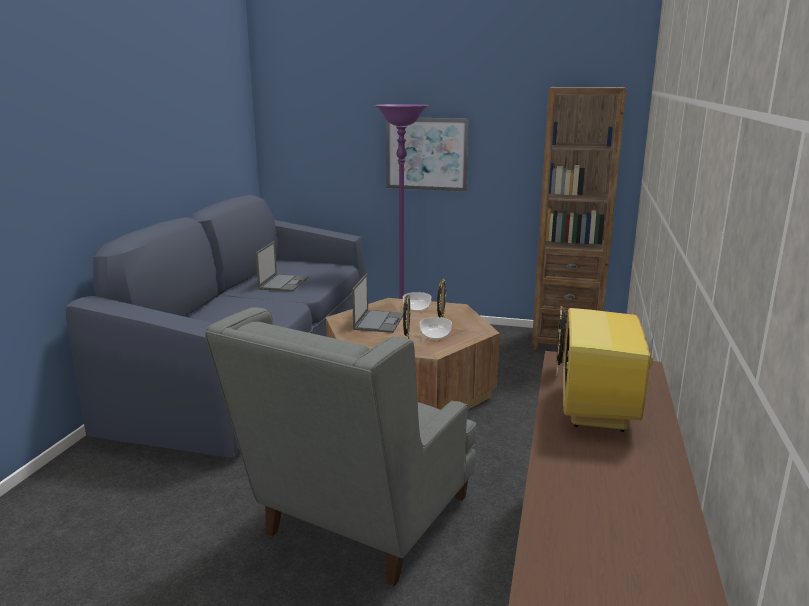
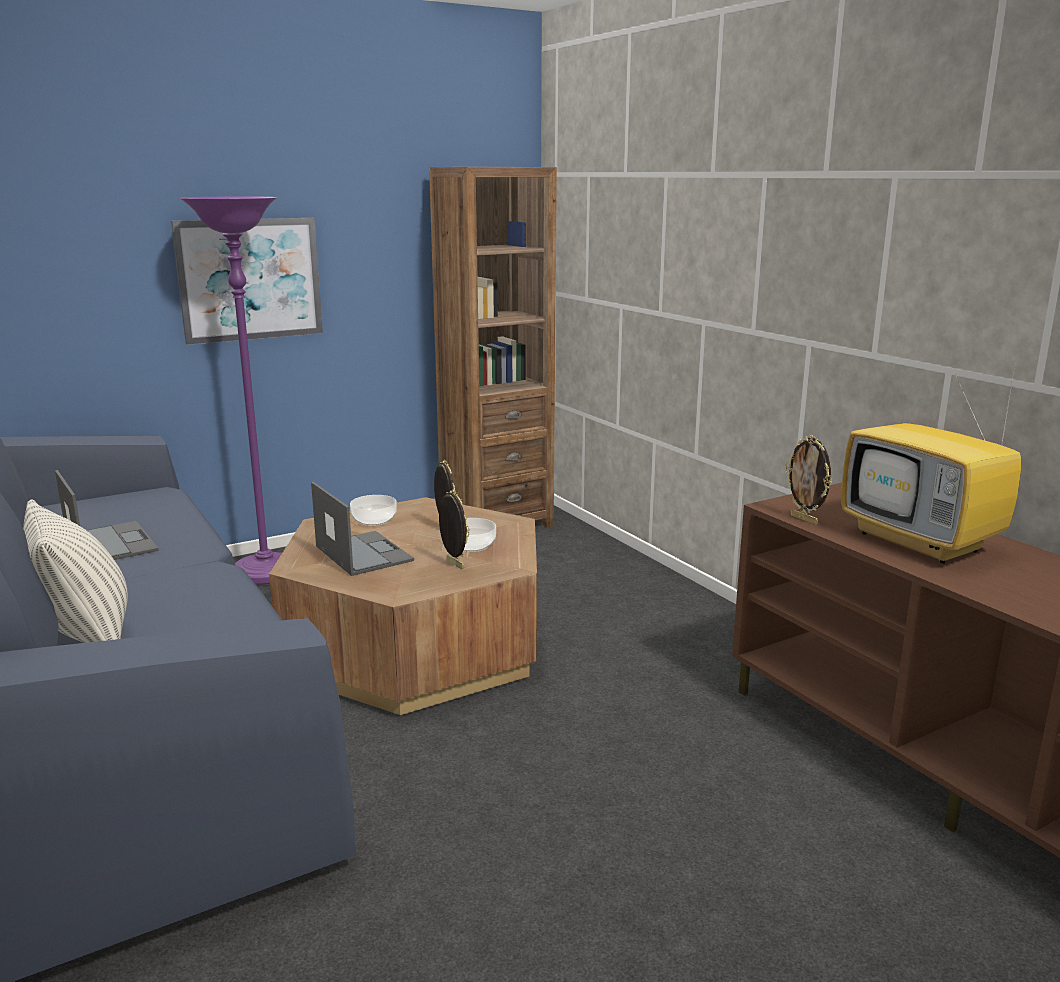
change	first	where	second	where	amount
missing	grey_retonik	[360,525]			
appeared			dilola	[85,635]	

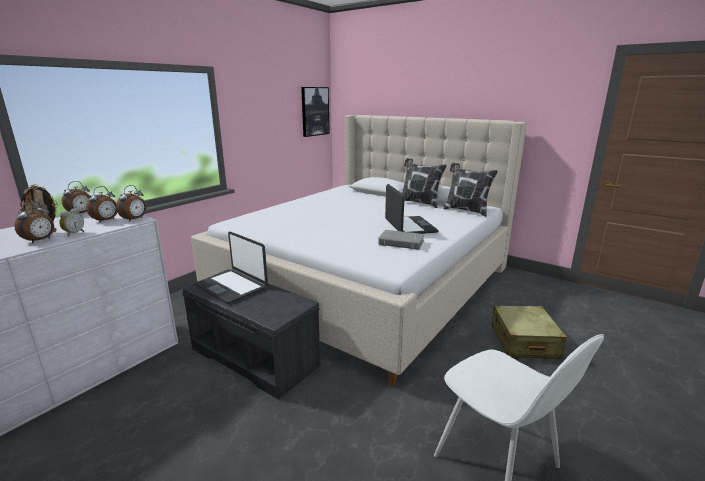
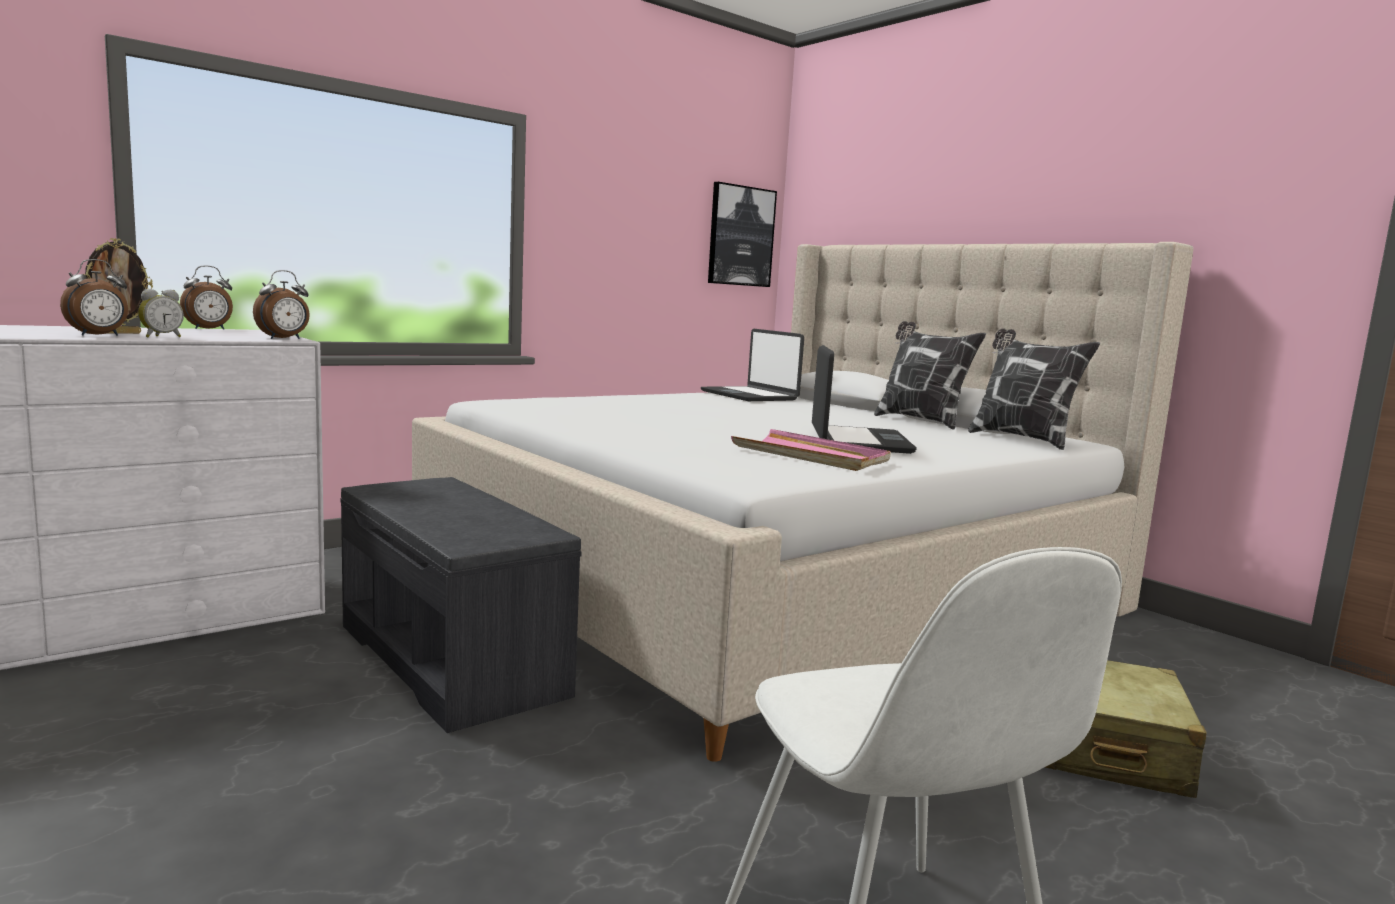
change	first	where	second	where	amount
missing	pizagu	[106,220]			
relocated	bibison	[232,286]		[750,395]	
exchanged	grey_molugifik	[401,243]	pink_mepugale	[810,456]	

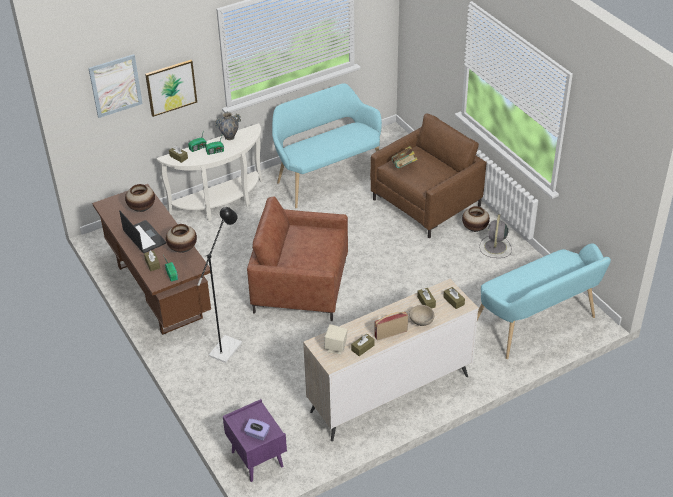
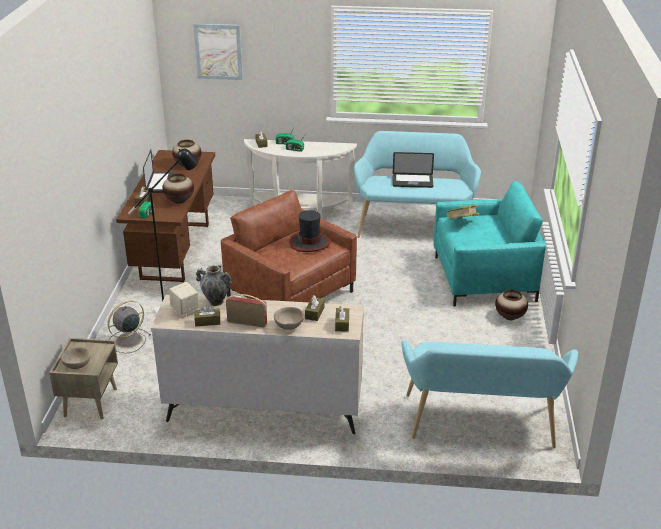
change	first	where	second	where	amount
missing	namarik	[171,87]			
relocated	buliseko	[229,137]		[216,302]	
colour	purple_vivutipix	[256,459]	beige_vivutipix	[90,402]	
exchanged	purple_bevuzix	[257,434]	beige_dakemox	[77,365]	
colour	brown_retonik	[426,203]	turquoise_retonik	[484,278]	
relocated	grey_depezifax	[495,247]		[128,340]	
appeared			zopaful	[310,242]	
appeared			bibison	[412,181]	

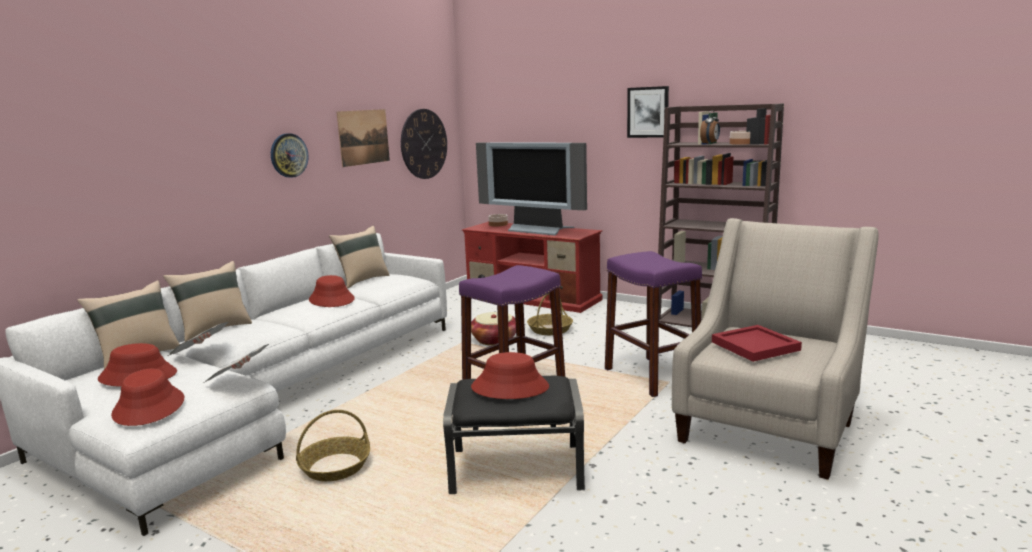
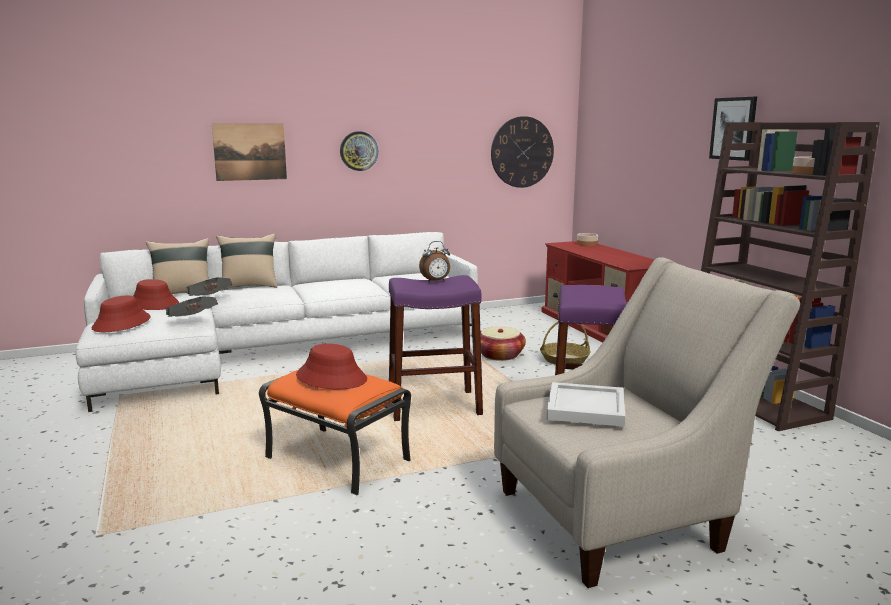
change	first	where	second	where	amount
missing	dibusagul	[335,467]			
missing	red_zopaful	[332,300]			
missing	beige_dilola	[362,280]			
relocated	namarik	[363,137]		[250,151]	
colour	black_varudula	[517,469]	orange_varudula	[339,459]	
missing	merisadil	[539,230]			
relocated	pizagu	[710,143]		[436,281]	
colour	red_mepugale	[753,346]	white_mepugale	[584,407]	

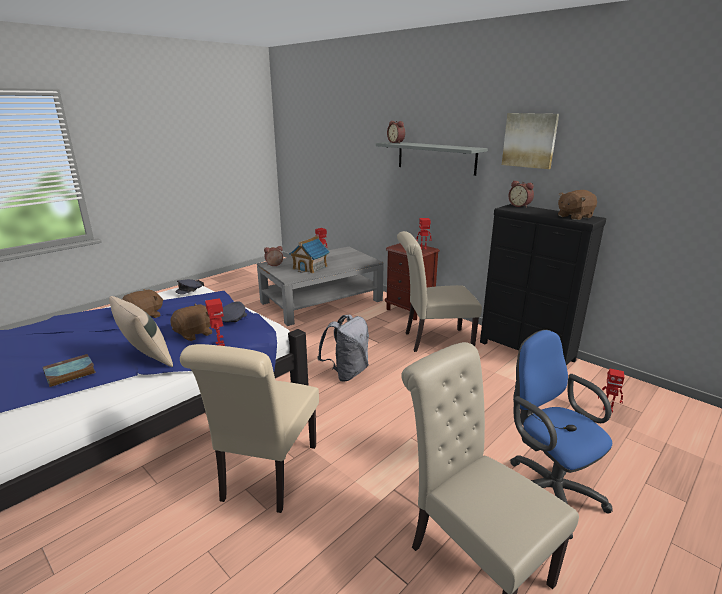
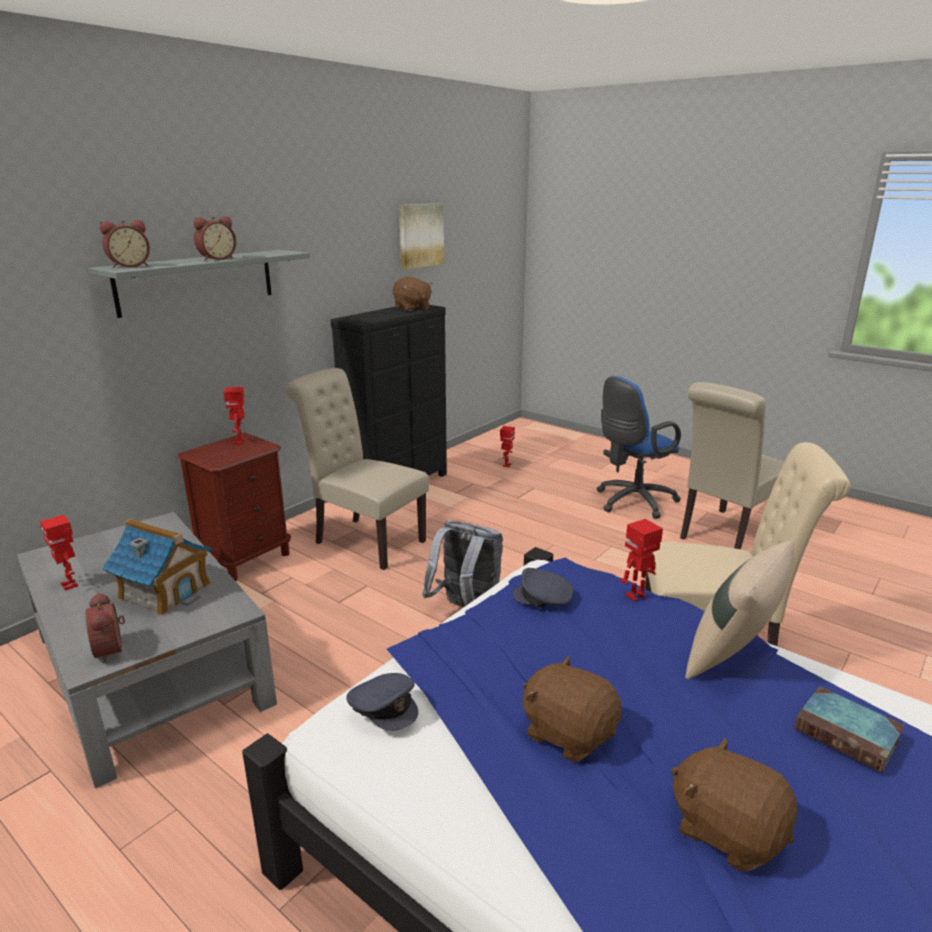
change	first	where	second	where	amount
relocated	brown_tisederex	[195,334]		[727,830]	
spun	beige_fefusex	[433,340]		[364,540]	135 degrees clockwise
relocated	namarik	[529,140]		[420,235]	
relocated	pizagu	[520,206]		[216,259]	

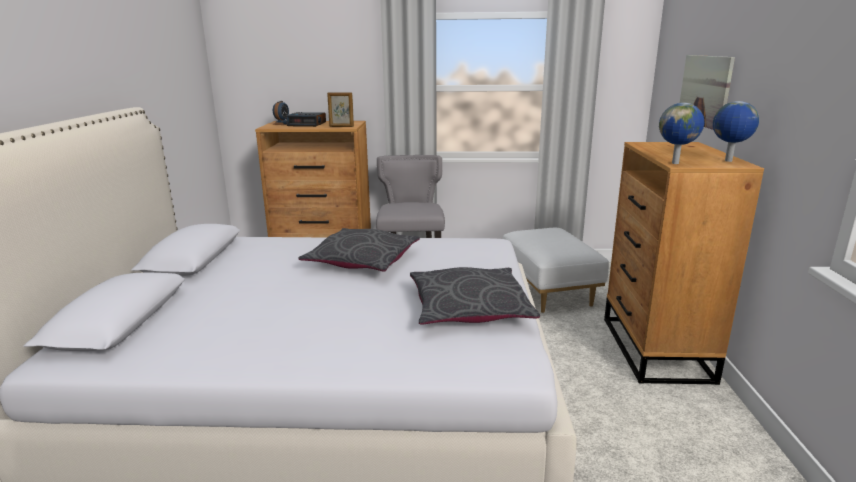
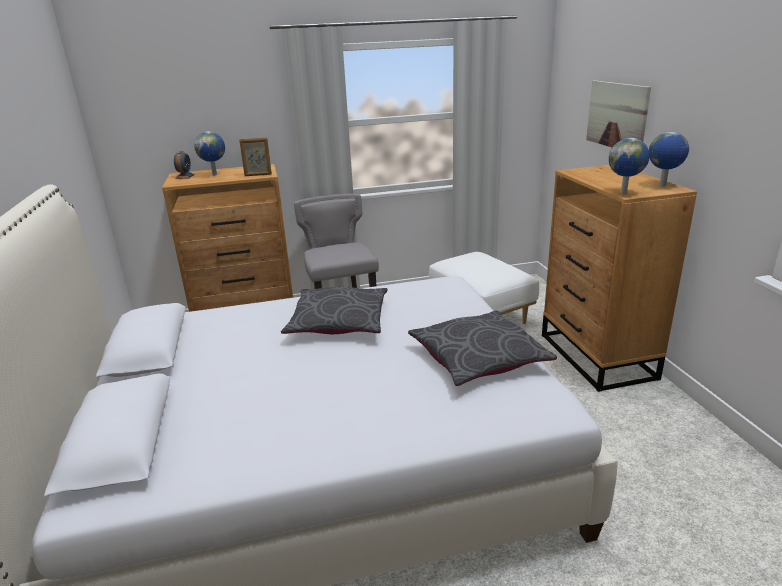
change	first	where	second	where	amount
exchanged	pizagu	[307,124]	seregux	[215,174]	

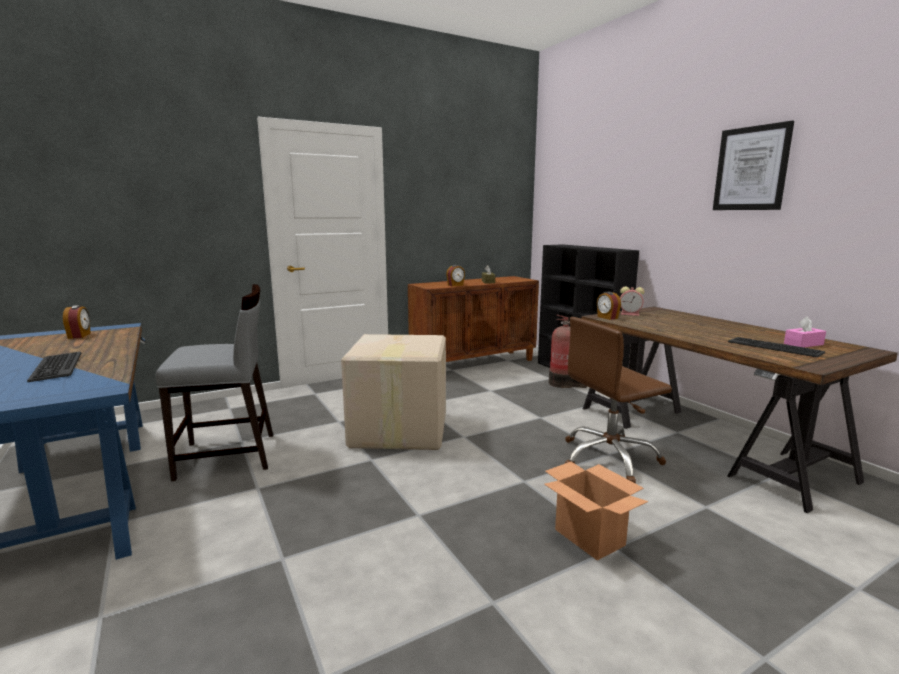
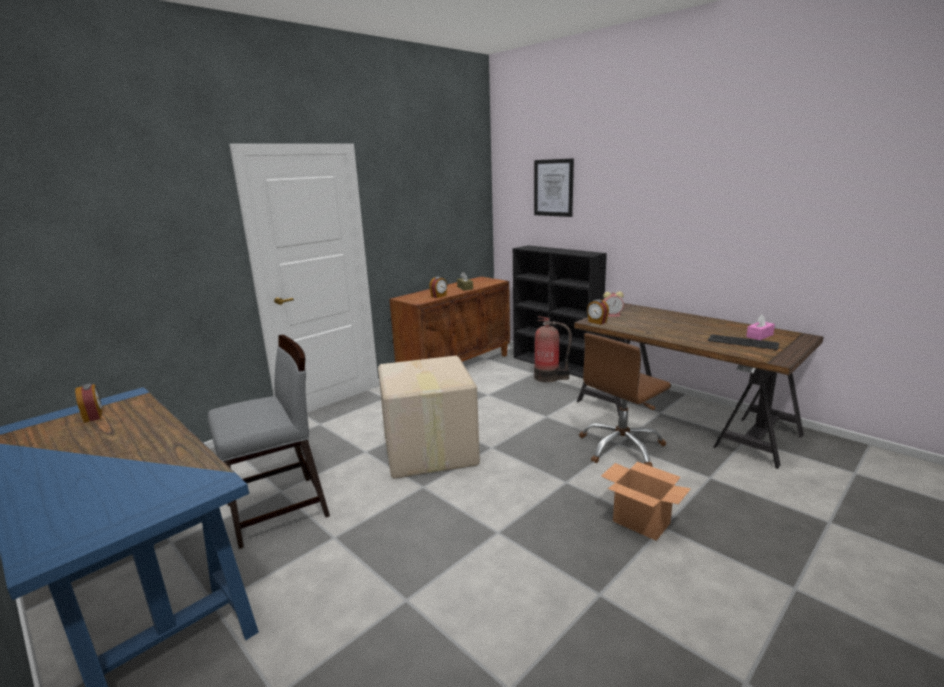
change	first	where	second	where	amount
missing	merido	[56,367]			
relocated	namarik	[751,168]		[553,188]	

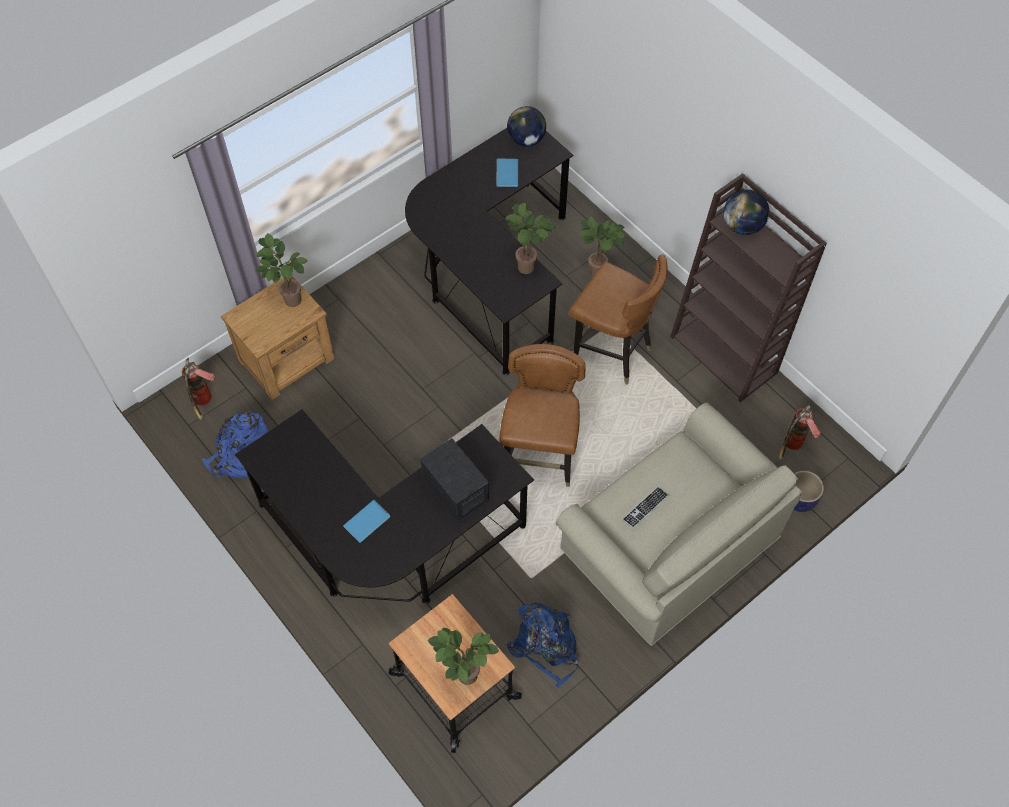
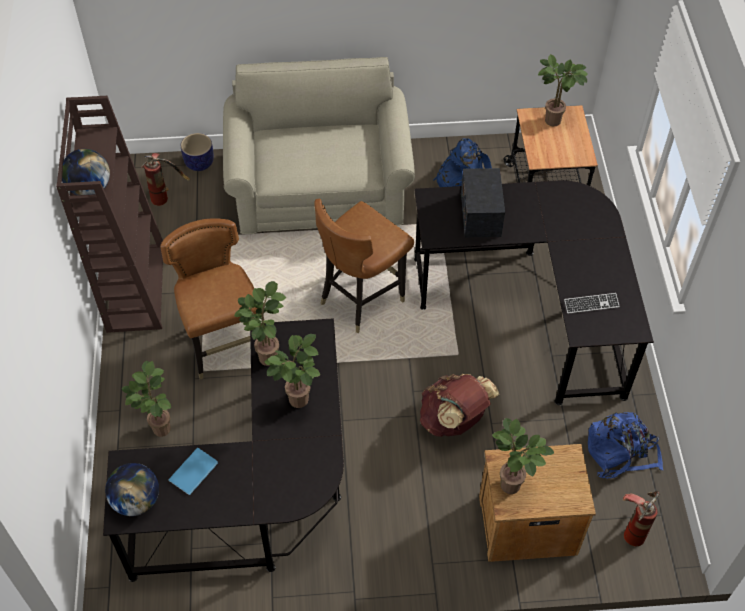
change	first	where	second	where	amount
missing	blue_molugifik	[368,521]			
relocated	merido	[645,508]		[591,304]	
appeared			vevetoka	[298,403]	
appeared			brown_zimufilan	[454,420]	

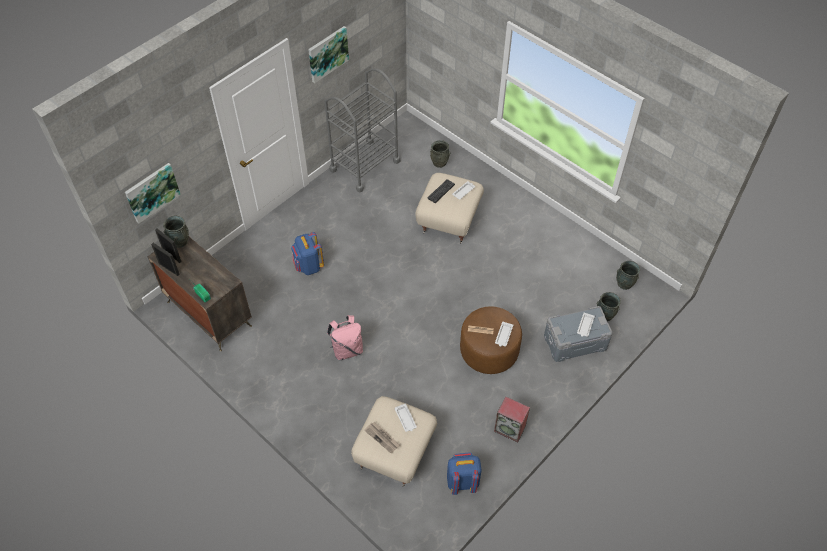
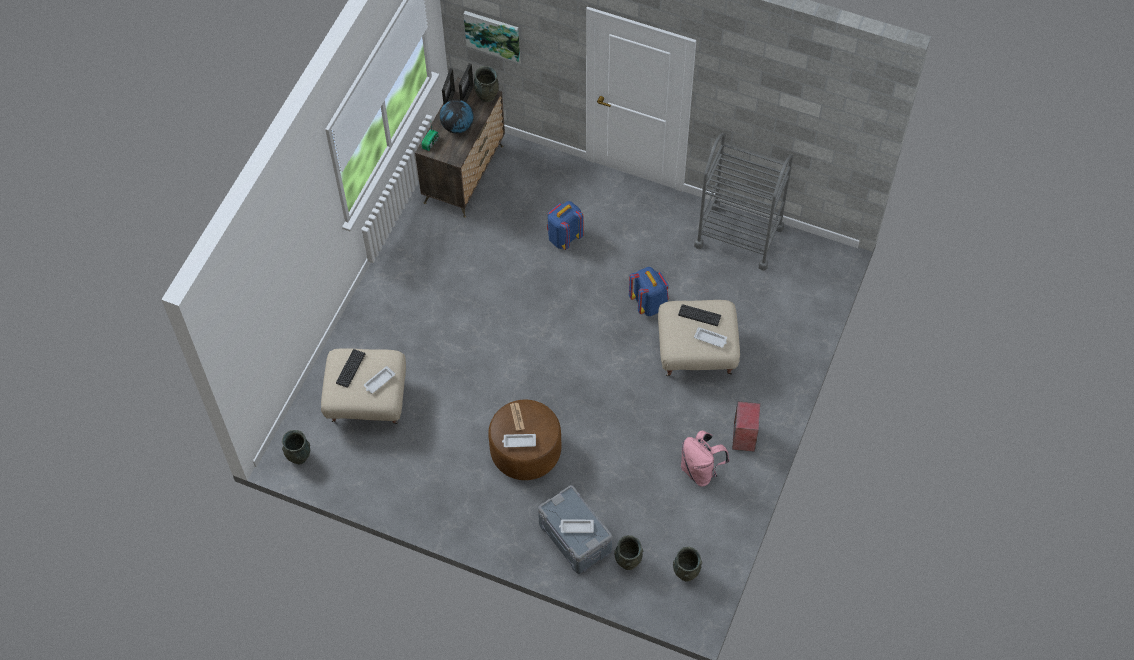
change	first	where	second	where	amount
missing	namarik	[327,53]			
relocated	pink_zimufilan	[347,349]		[700,470]	
exchanged	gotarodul	[382,438]	merido	[350,368]	
relocated	grey_buliseko	[439,163]		[299,456]	
relocated	blue_zimufilan	[462,482]		[648,303]	
relocated	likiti	[510,428]		[744,438]	
appeared			seregux	[457,127]	

